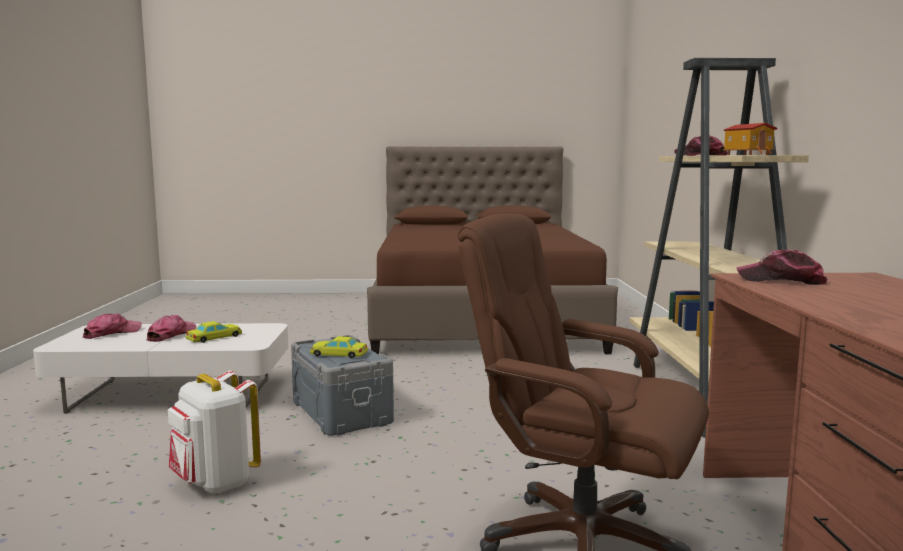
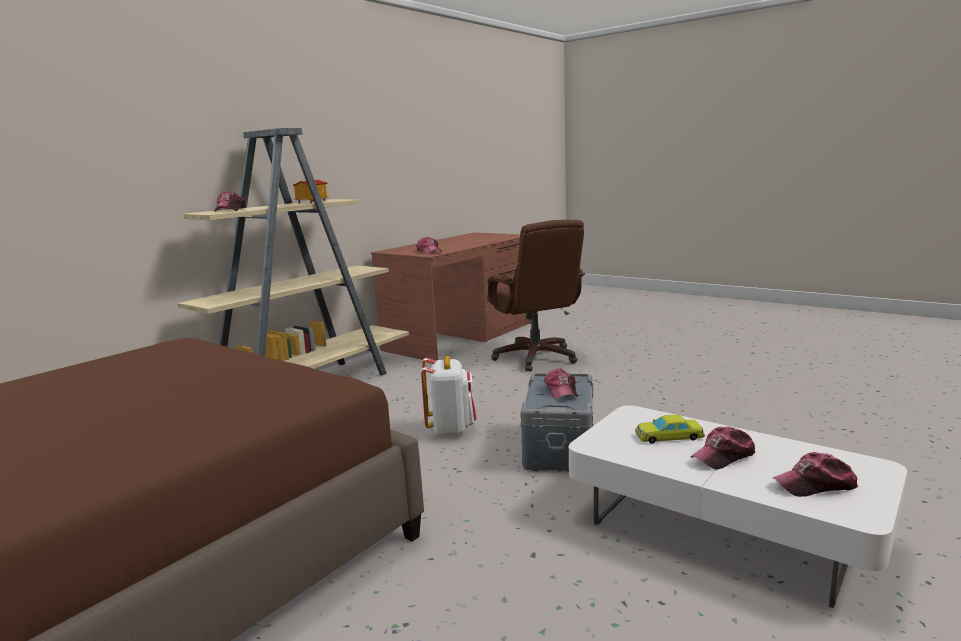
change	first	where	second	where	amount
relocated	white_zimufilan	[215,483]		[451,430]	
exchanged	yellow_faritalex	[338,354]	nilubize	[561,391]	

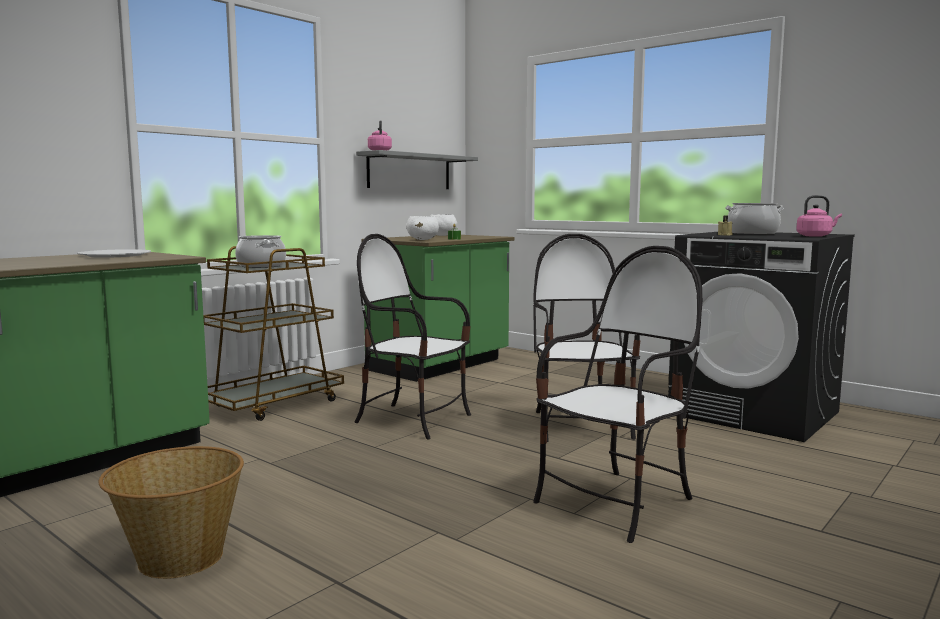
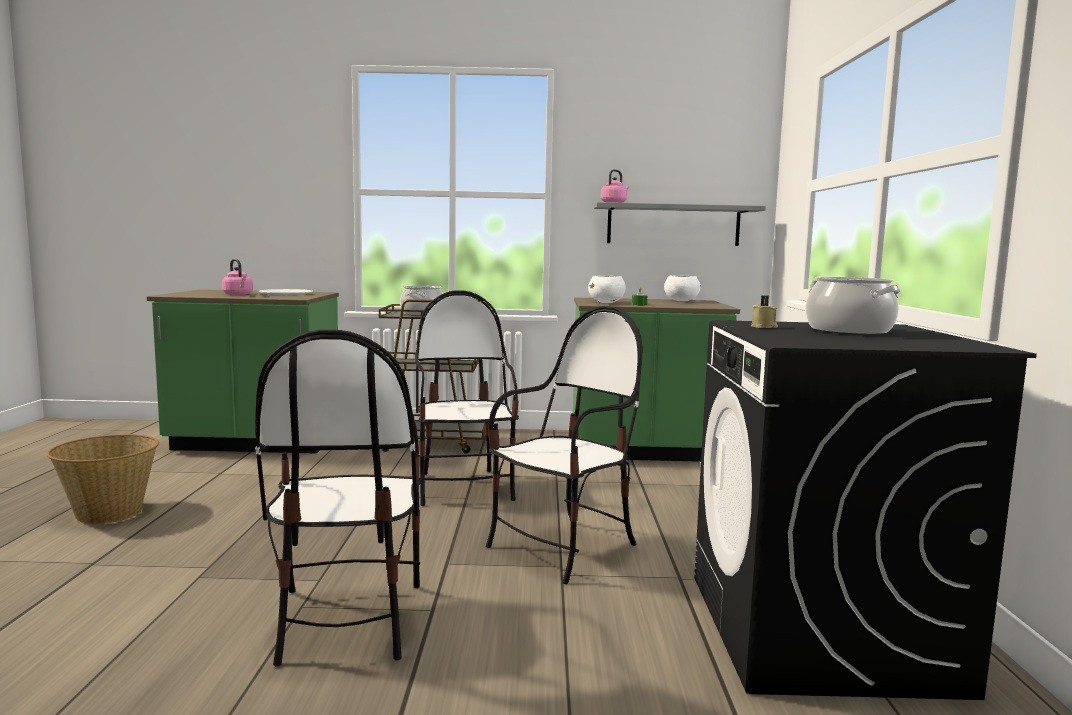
change	first	where	second	where	amount
spun	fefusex	[616,504]		[346,620]	75 degrees clockwise
relocated	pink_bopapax	[815,236]		[238,294]	

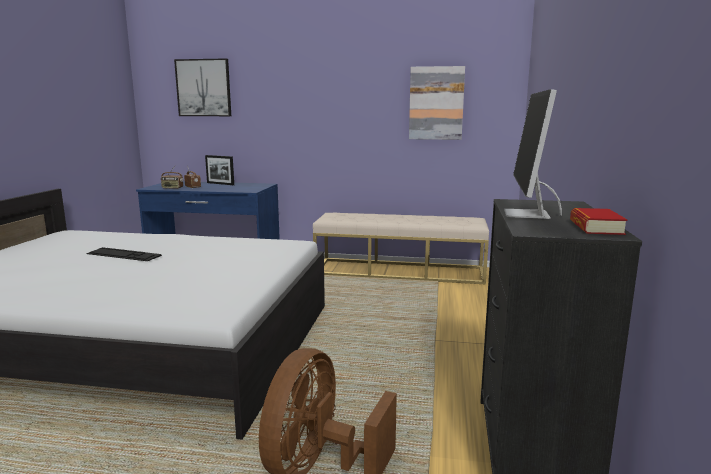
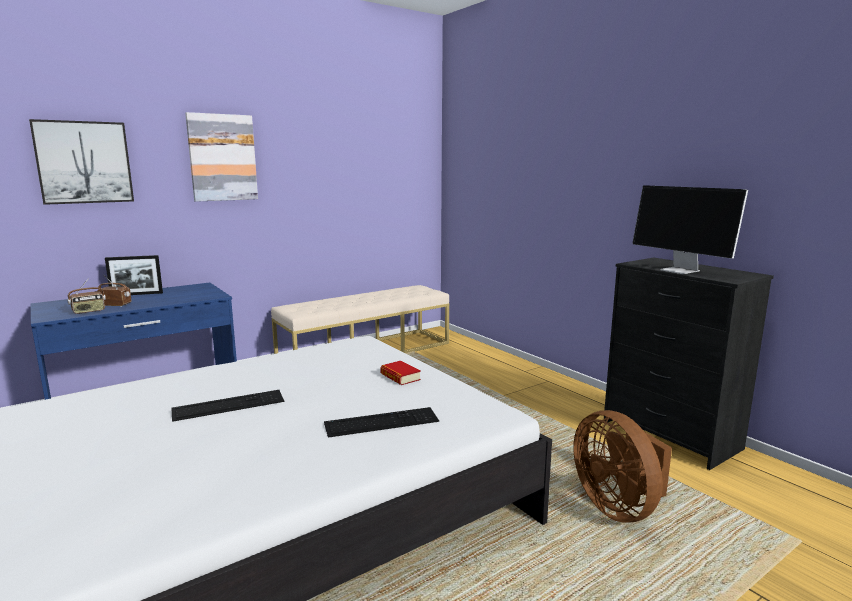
change	first	where	second	where	amount
relocated	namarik	[436,103]		[222,157]	
relocated	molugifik	[596,227]		[400,377]	
appeared			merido	[381,422]	

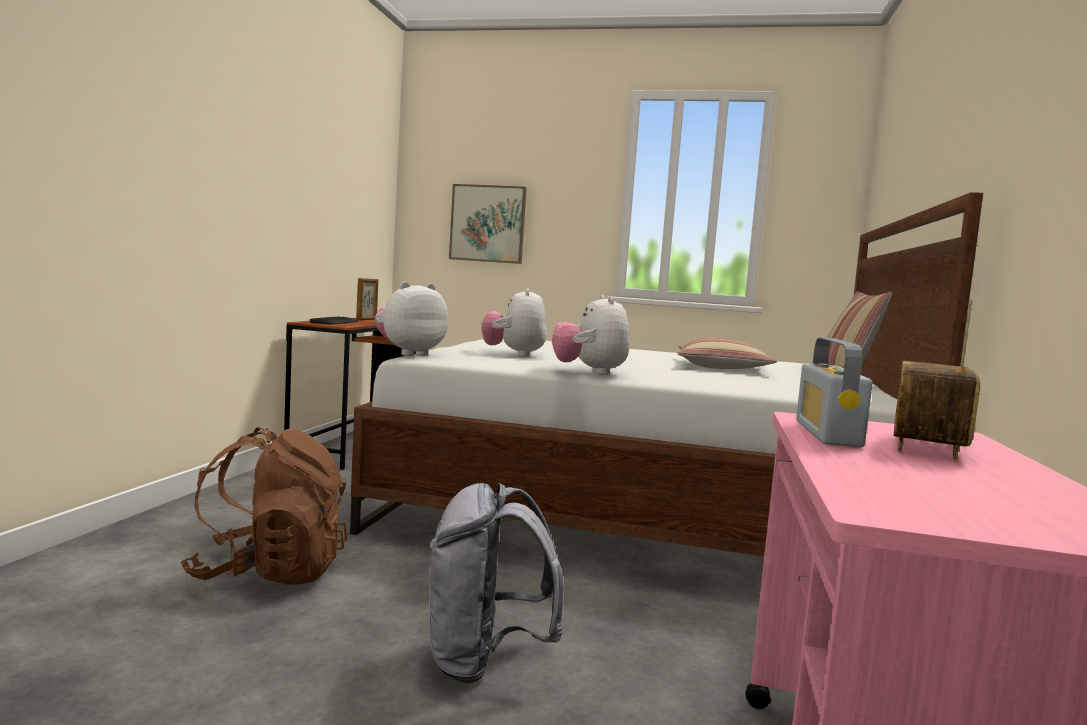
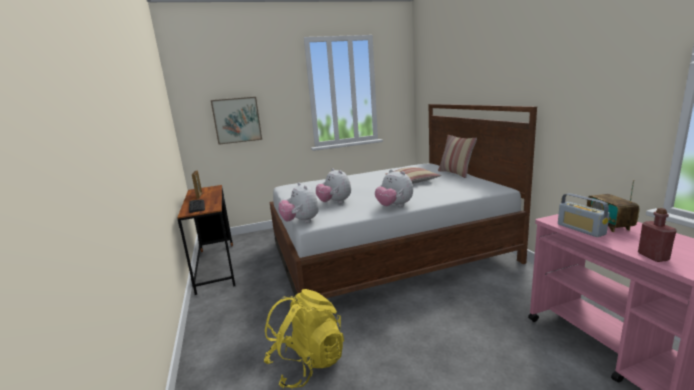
change	first	where	second	where	amount
colour	brown_zimufilan	[269,572]	yellow_zimufilan	[307,363]	
spun	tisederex	[409,353]		[301,222]	45 degrees counterclockwise
missing	grey_zimufilan	[484,660]			
appeared			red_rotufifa	[653,256]	

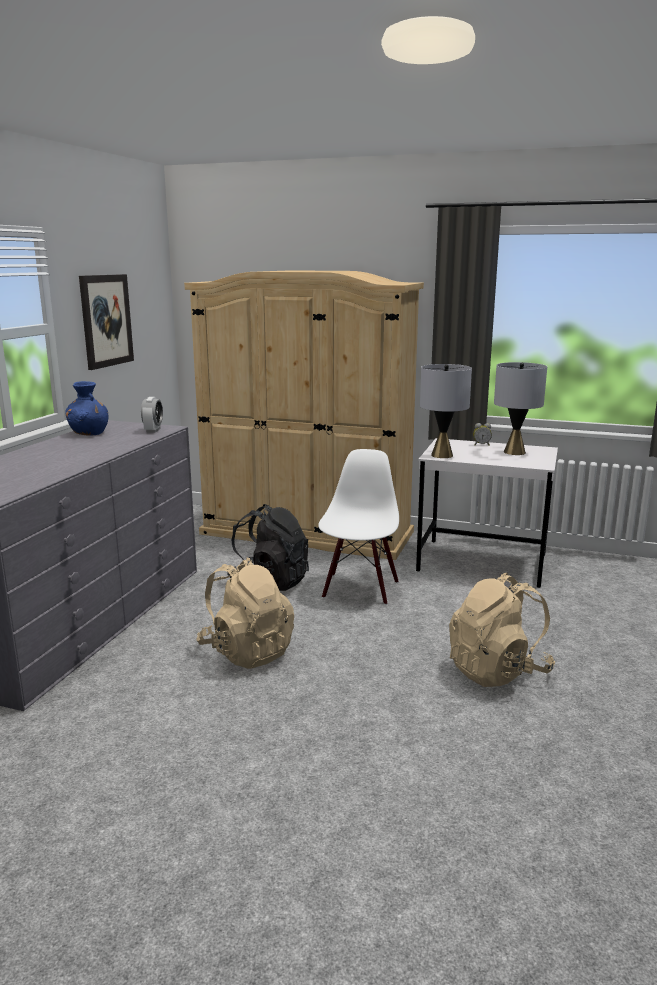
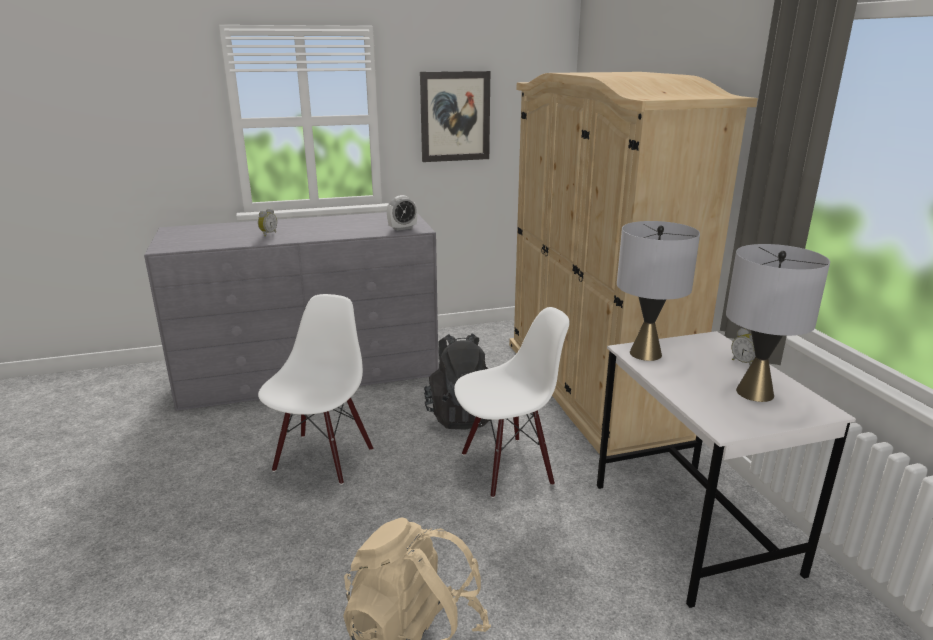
change	first	where	second	where	amount
missing	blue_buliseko	[89,433]			
exchanged	beige_zimufilan	[247,651]	white_fefusex	[323,458]	
appeared			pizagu	[268,234]	

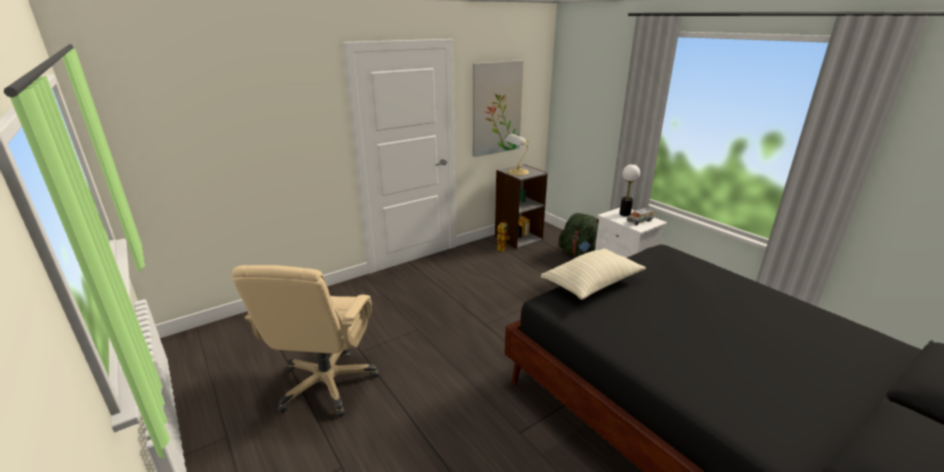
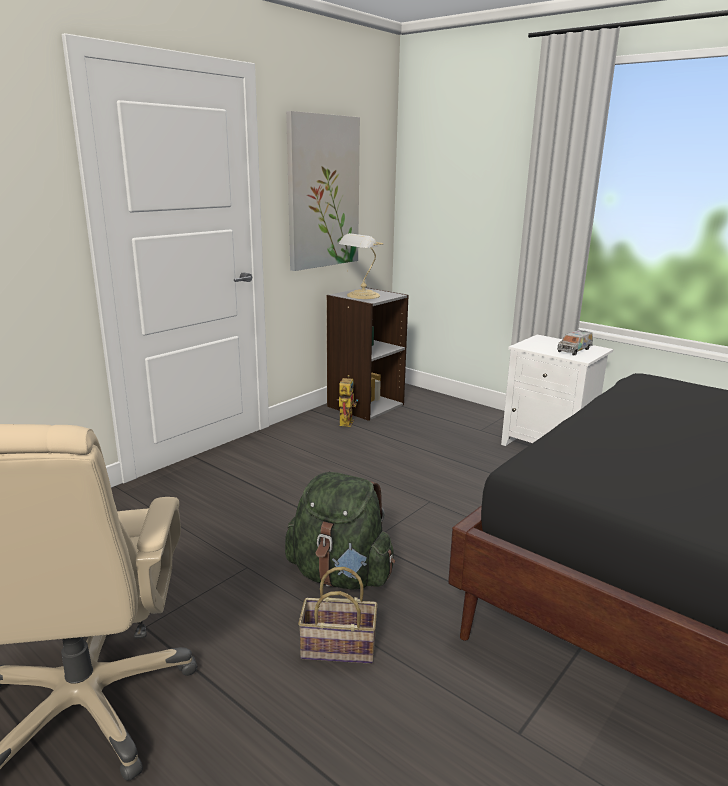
change	first	where	second	where	amount
missing	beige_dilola	[592,284]			
relocated	green_zimufilan	[579,254]		[340,575]	
missing	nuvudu	[624,214]			
appeared			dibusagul	[336,648]	

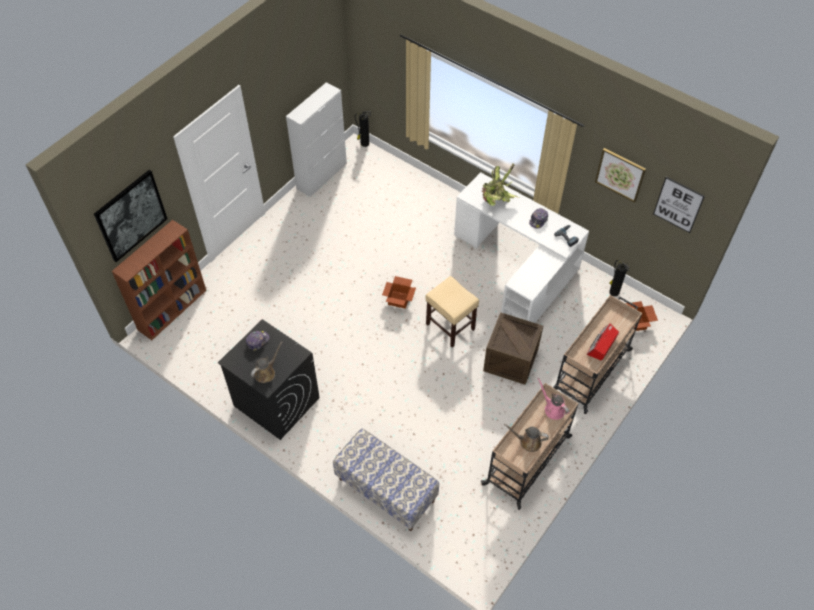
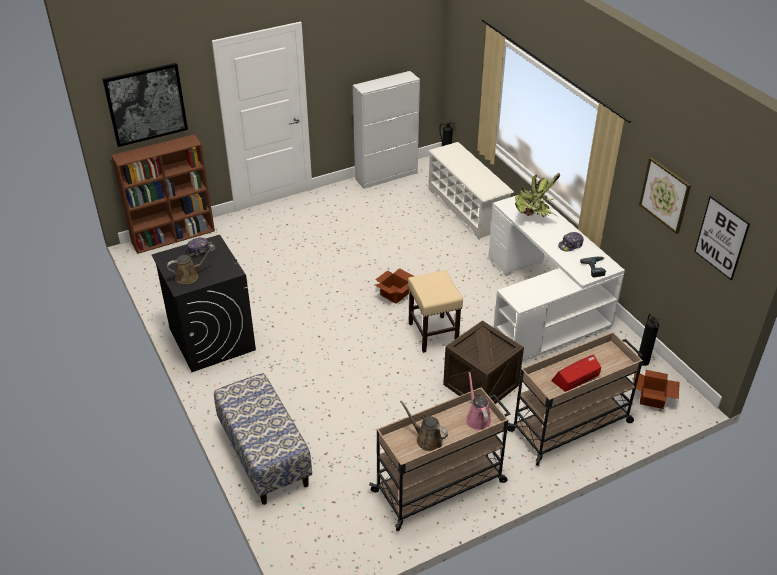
change	first	where	second	where	amount
appeared			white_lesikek	[467,209]	

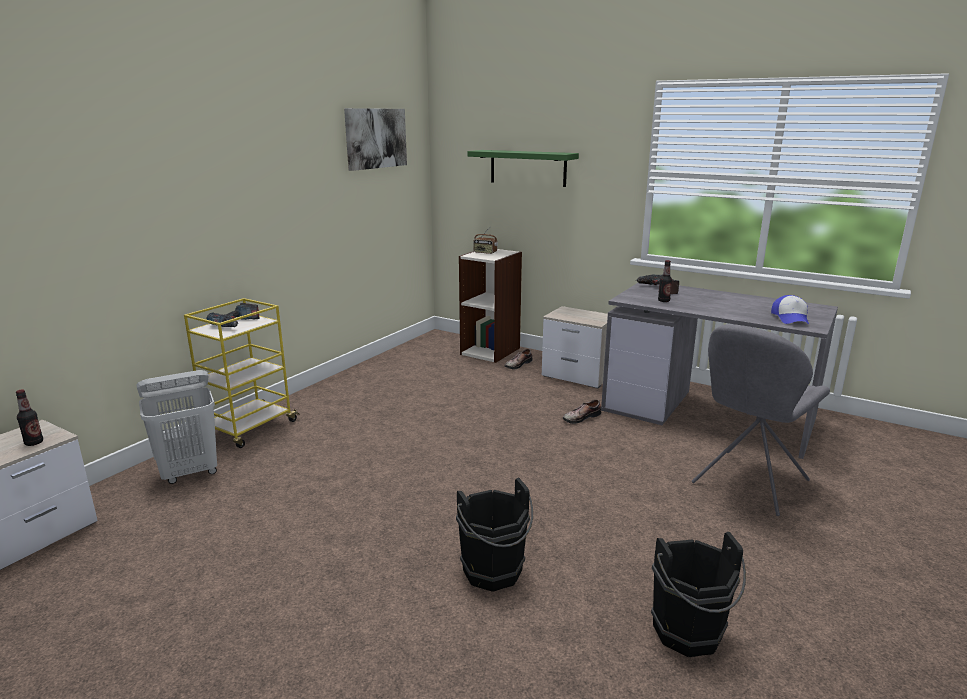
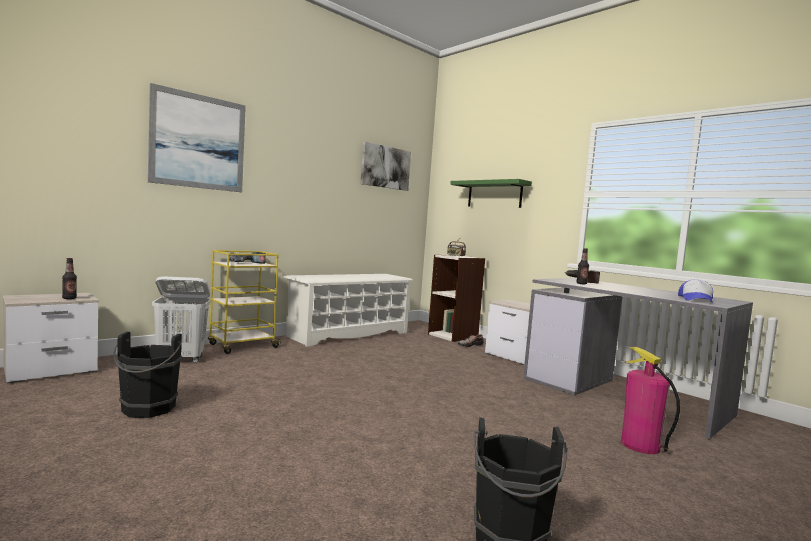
change	first	where	second	where	amount
relocated	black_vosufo	[494,574]		[146,410]	
missing	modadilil	[580,417]			
exchanged	grey_fefusex	[748,483]	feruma	[640,445]	
appeared			namarik	[198,141]	
appeared			white_lesikek	[348,334]	

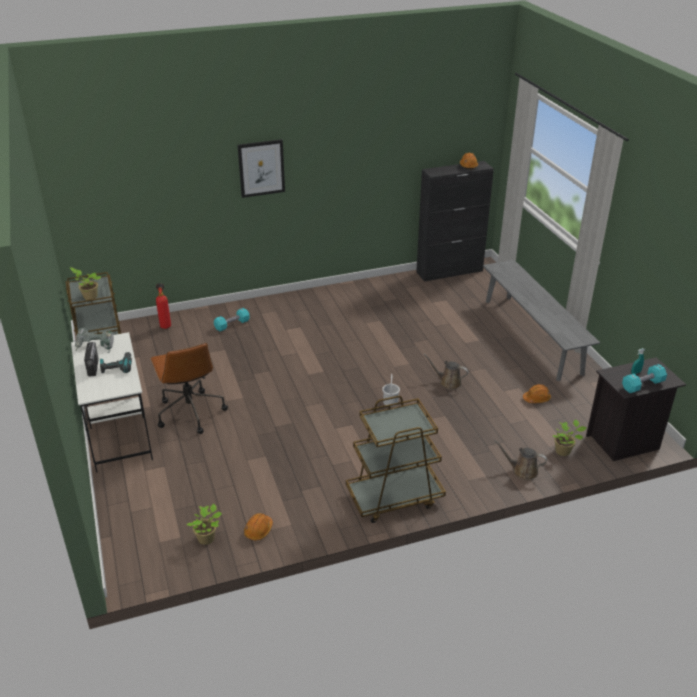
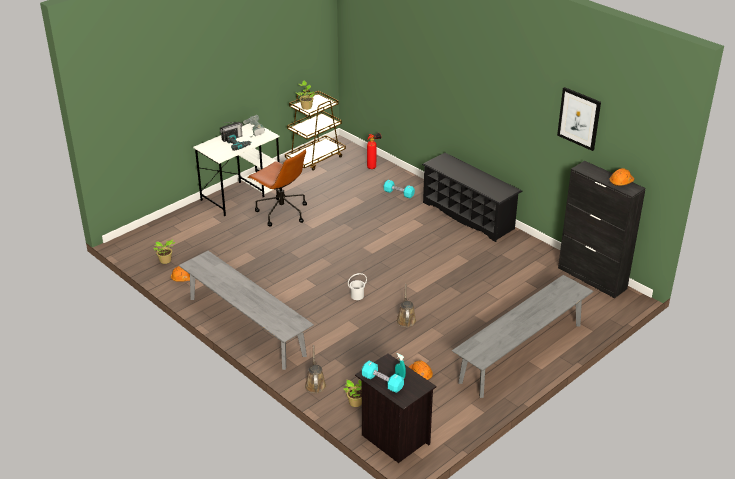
change	first	where	second	where	amount
spun	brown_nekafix	[190,412]		[281,212]	90 degrees counterclockwise
relocated	namarik	[261,168]		[579,118]	
exchanged	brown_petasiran	[394,497]	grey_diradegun	[246,326]	
appeared			black_lesikek	[468,215]	

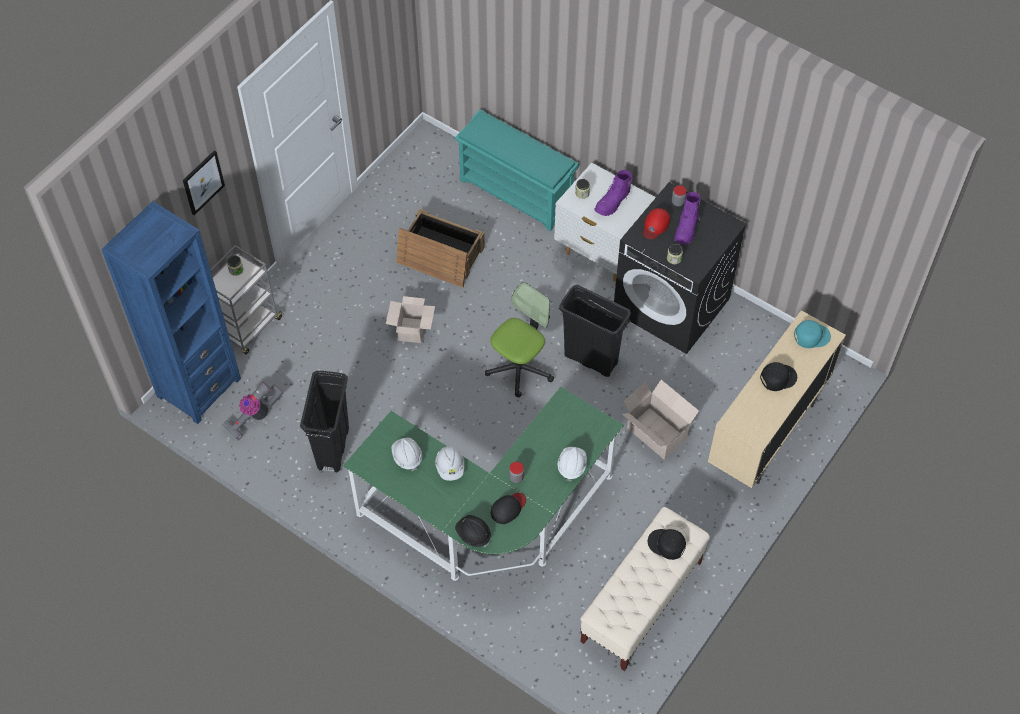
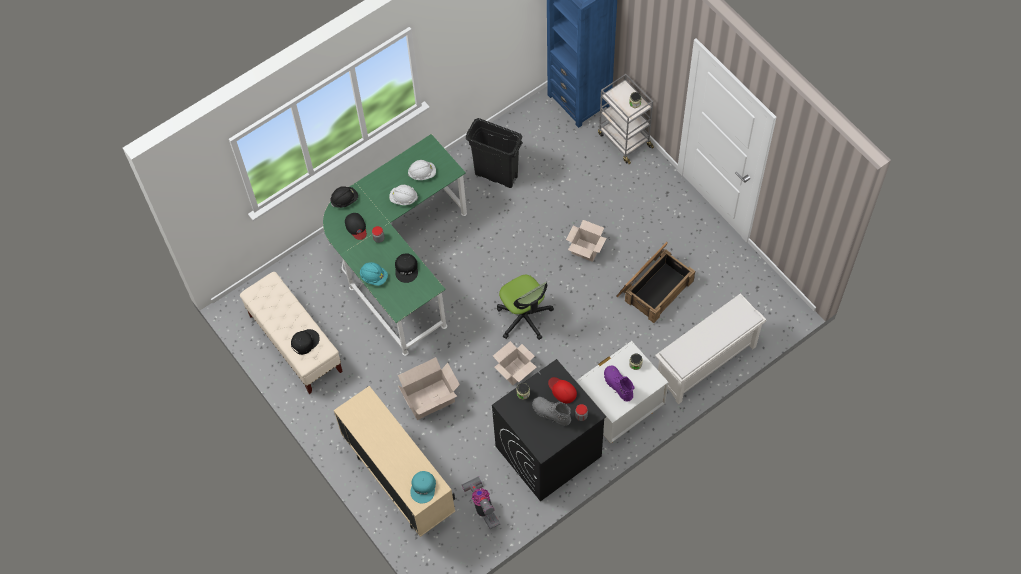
change	first	where	second	where	amount
missing	namarik	[203,182]			
relocated	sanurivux	[254,416]		[482,505]	
colour	turquoise_lesikek	[517,193]	white_lesikek	[705,364]	
colour	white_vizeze	[571,466]	turquoise_vizeze	[374,277]	
exchanged	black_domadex	[591,359]	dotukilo	[514,372]	
colour	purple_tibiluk	[686,228]	grey_tibiluk	[551,413]	
relocated	black_nilubize	[778,377]		[407,269]	

